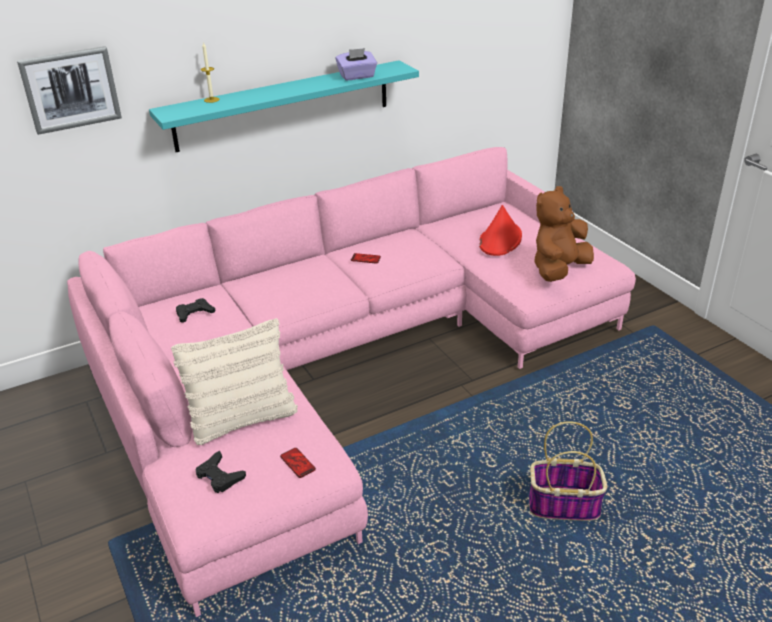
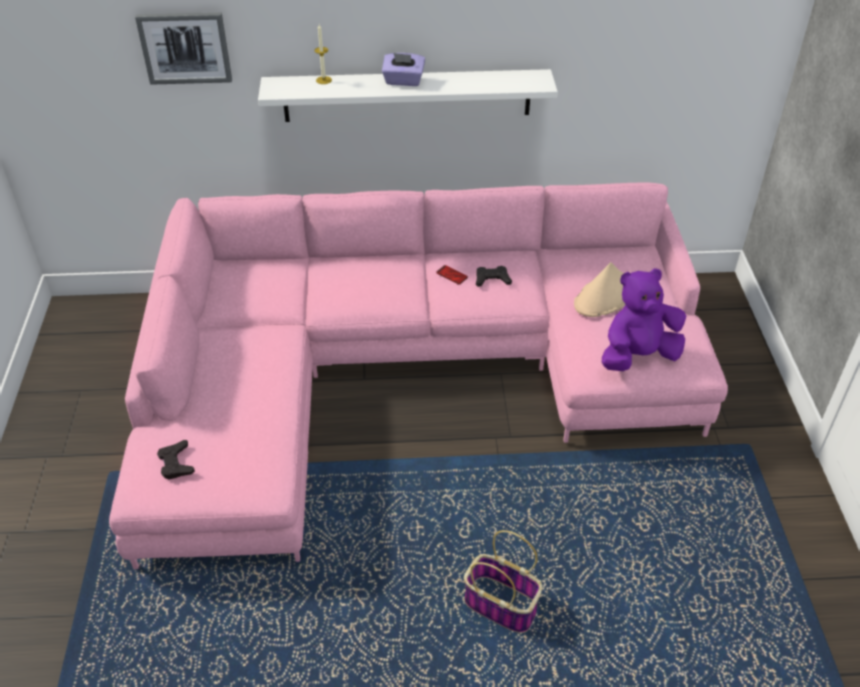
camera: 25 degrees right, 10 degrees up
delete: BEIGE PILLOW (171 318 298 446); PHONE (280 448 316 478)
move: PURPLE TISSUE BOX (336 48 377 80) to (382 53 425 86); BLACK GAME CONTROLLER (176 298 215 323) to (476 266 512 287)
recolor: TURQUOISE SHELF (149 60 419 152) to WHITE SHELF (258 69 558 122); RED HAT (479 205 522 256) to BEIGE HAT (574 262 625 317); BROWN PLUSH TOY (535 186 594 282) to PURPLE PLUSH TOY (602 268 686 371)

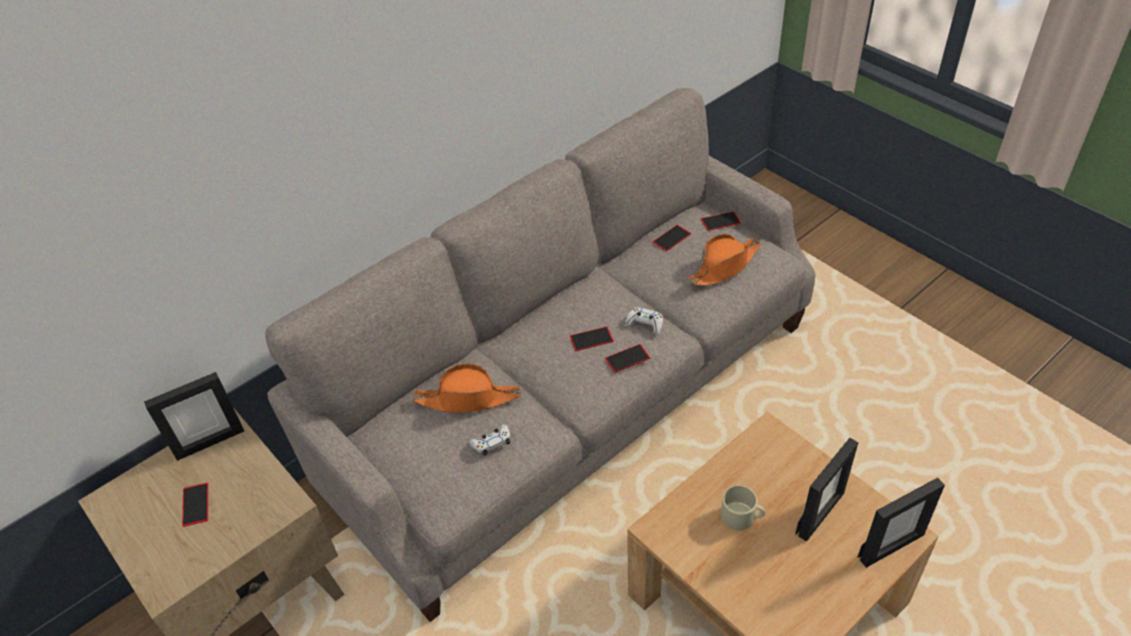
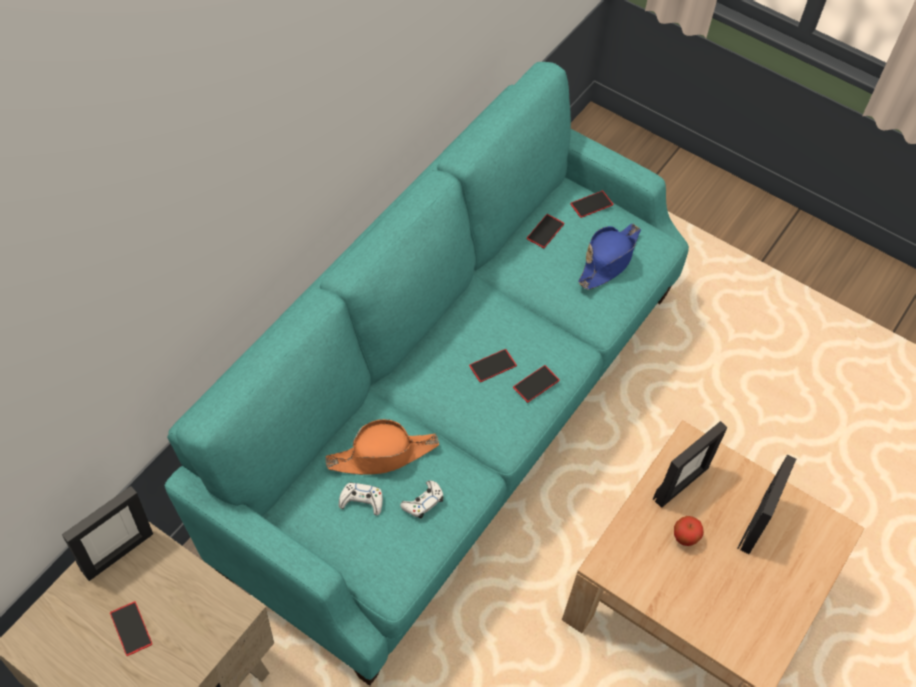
camera: 20 degrees left, 10 degrees up
move: WHITE GAME CONTROLLER (625 307 663 335) to (339 482 383 515); PICTURE FRAME (858 478 945 568) to (653 421 728 508)
replace: BEIGE MUG (721 485 766 531) to APPLE (674 516 704 546)
recolor: GREY SOFA (265 88 815 622) to TURQUOISE SOFA (165 62 689 686); ORANGE HAT (688 234 761 286) to BLUE HAT (578 223 641 290)

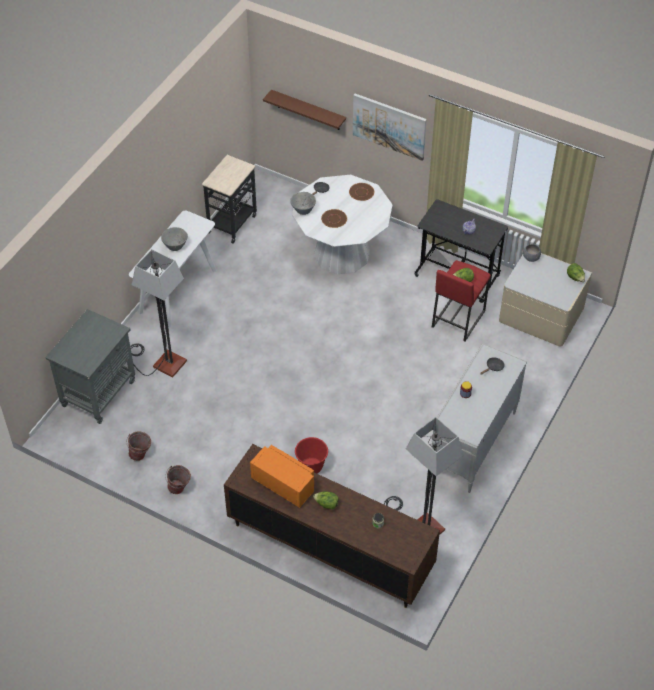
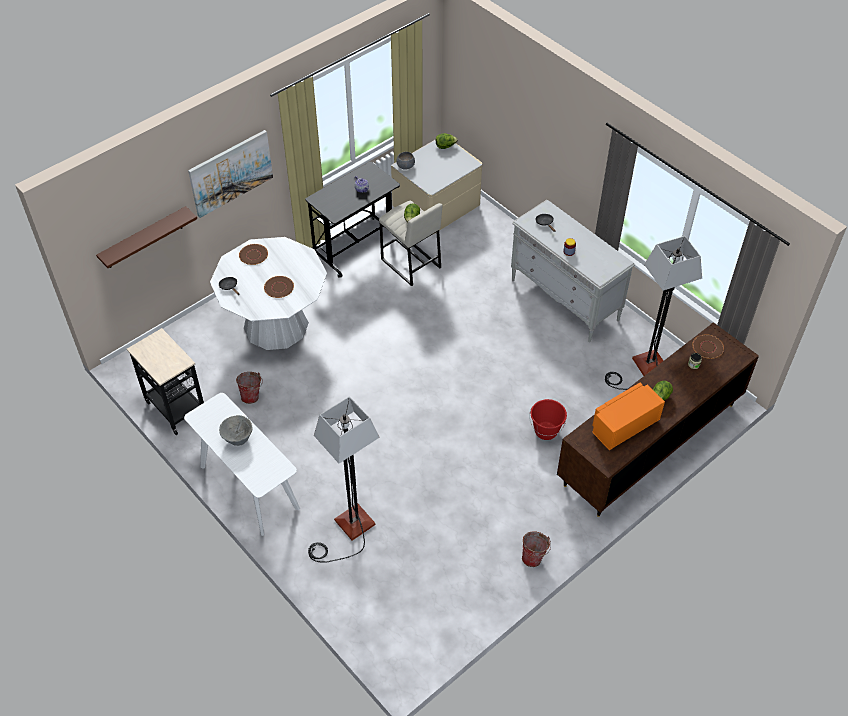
camera: 70 degrees left, 0 degrees up
delete: GREY CART (45 309 135 424); GREY BOWL (290 192 316 215)
insert: BROWN PLATE (692 334 724 359)
move: BUCKET (127 431 151 461) to (236 372 263 404)
recolor: RED STOOL (432 260 491 341) to BEIGE STOOL (379 200 443 286)

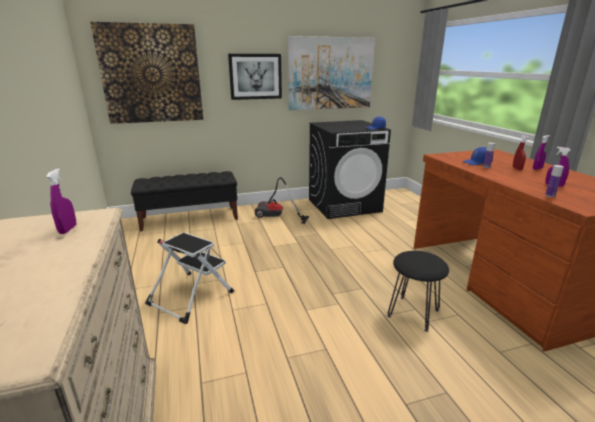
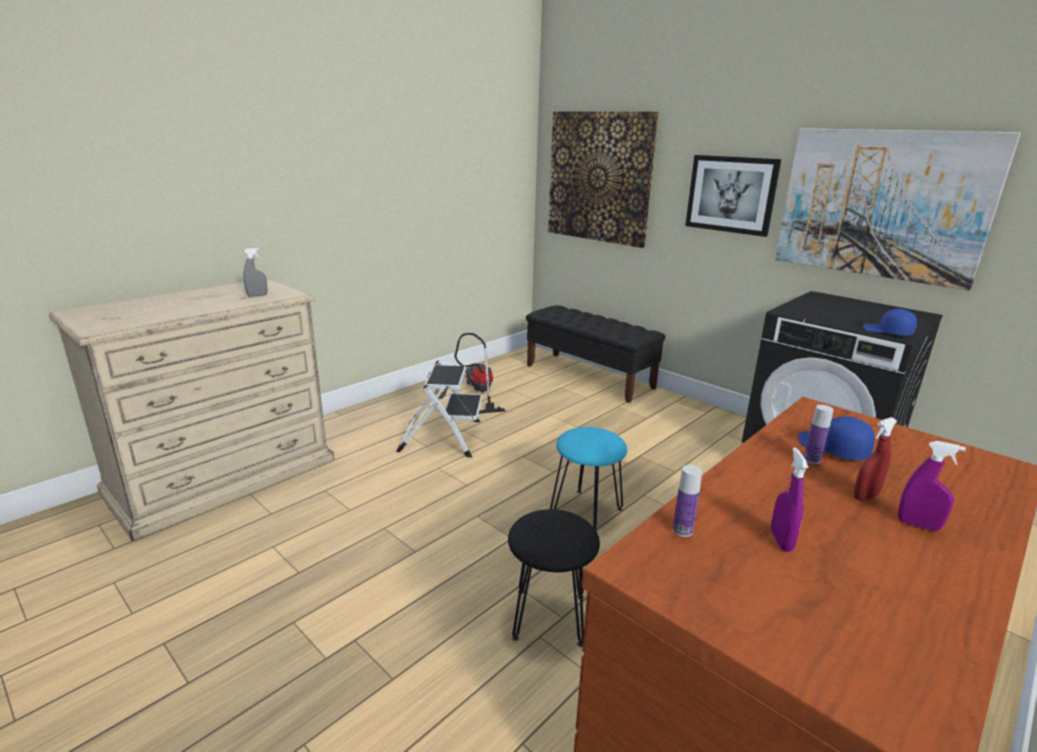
camera: 60 degrees right, 0 degrees up
insert: TURQUOISE STOOL (550 427 627 532)
move: VACUUM CLEANER (254 177 309 224) to (455 333 505 414)
recolor: PURPLE SPRAY BOTTLE (46 169 76 234) to GREY SPRAY BOTTLE (243 248 268 297)

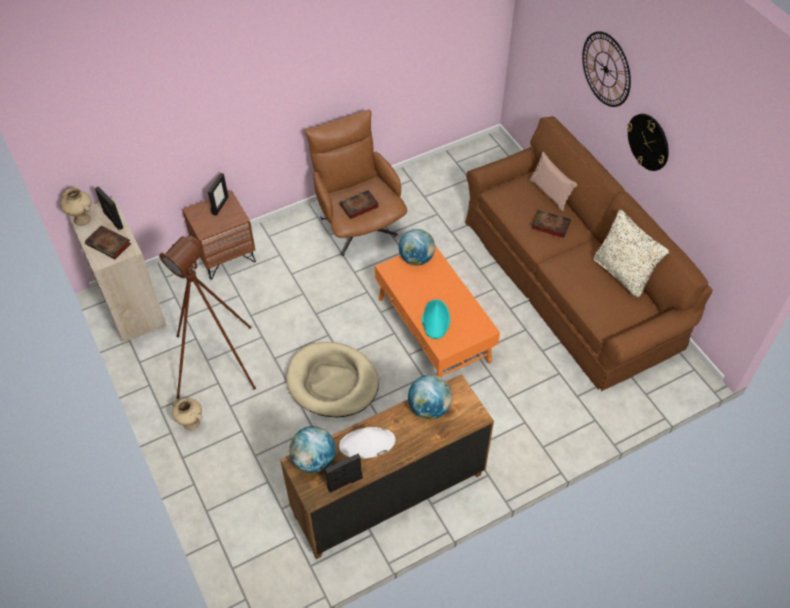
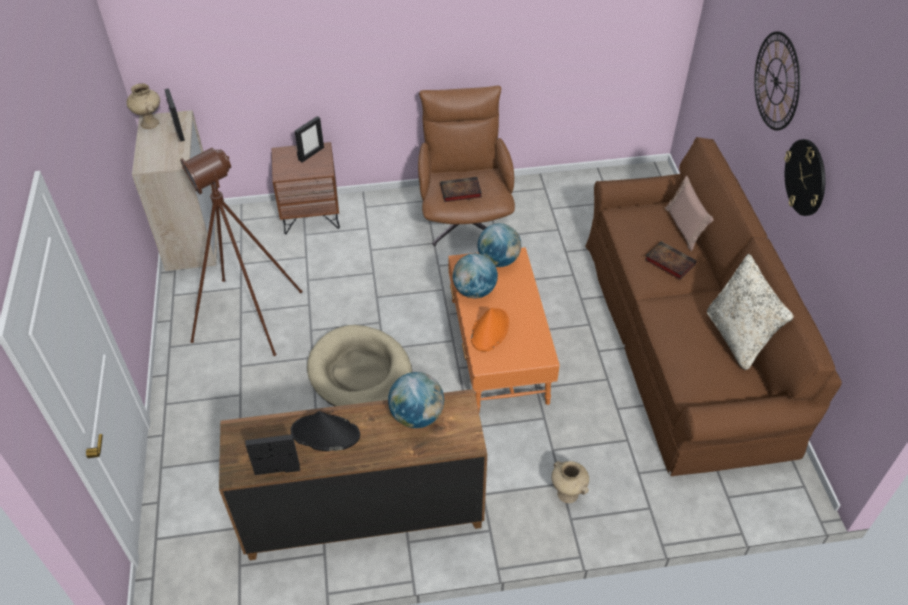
camera: 20 degrees right, 5 degrees down
delete: BOOK (85 225 131 259)
move: GLOBE (289 426 336 473) to (453 253 498 298); BEIGE VASE (172 398 202 431) to (551 461 589 503)
recolor: WHITE HAT (339 427 395 459) to BLACK HAT (291 411 360 451); TURQUOISE HAT (422 299 450 339) to ORANGE HAT (471 308 509 351)

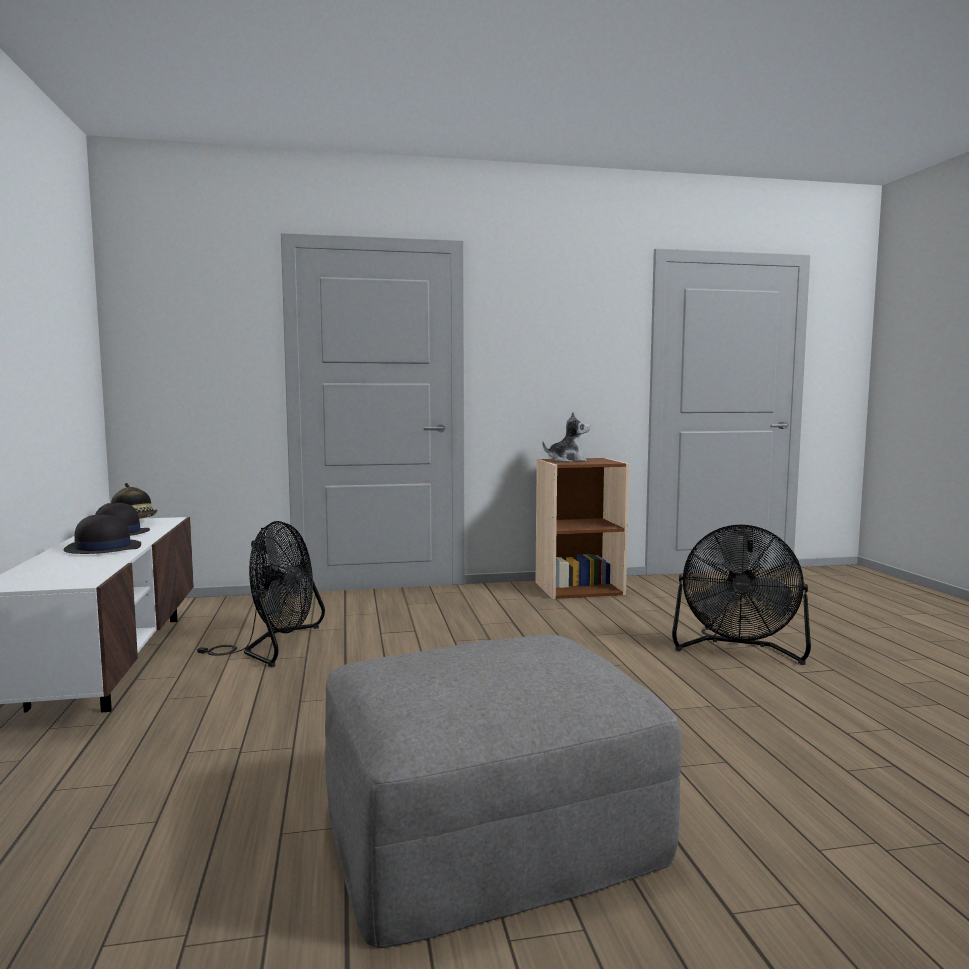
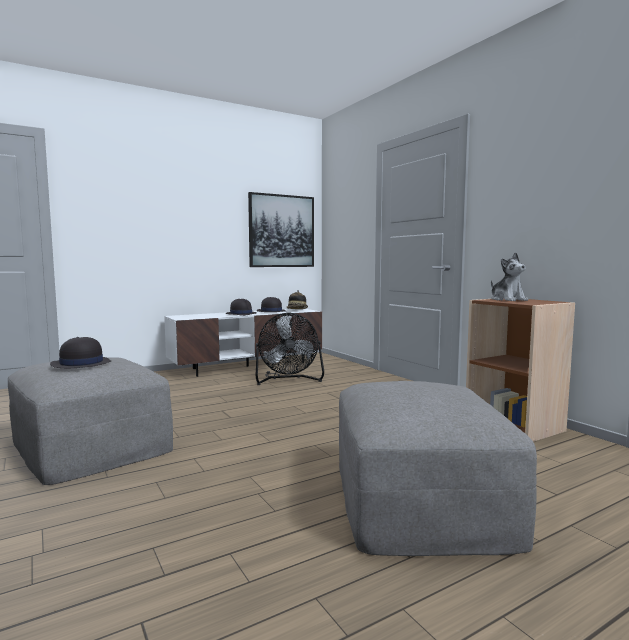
camera: 70 degrees right, 0 degrees up
insert: BLACK HAT (50 337 111 368); PICTURE (248 192 314 267)
replace: BLACK FAN (672 525 811 665) to GREY OTTOMAN (339 381 537 556)

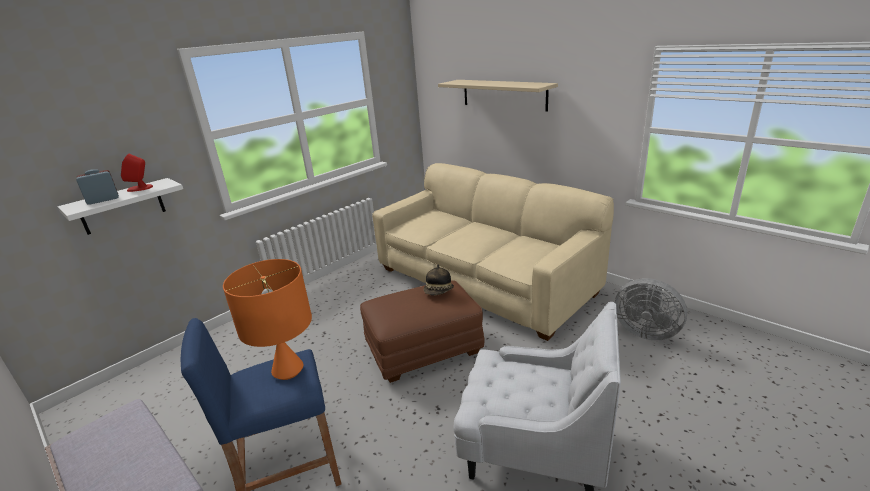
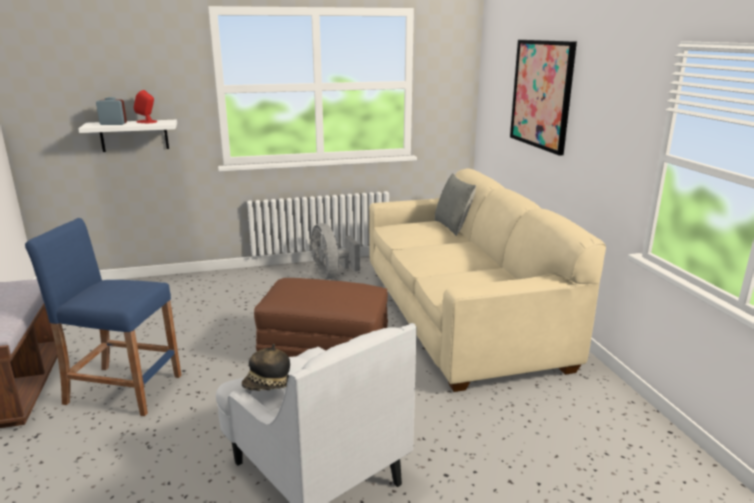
camera: 30 degrees right, 5 degrees down
delete: ORANGE TABLE LAMP (223 259 312 380)
insert: GREY PILLOW (435 173 476 236)
move: HAT (424 264 454 296) to (242 344 290 391); GREY FAN (615 278 687 341) to (310 223 360 279)
replace: BEIGE SHELF (438 80 558 112) to PICTURE (510 40 577 156)

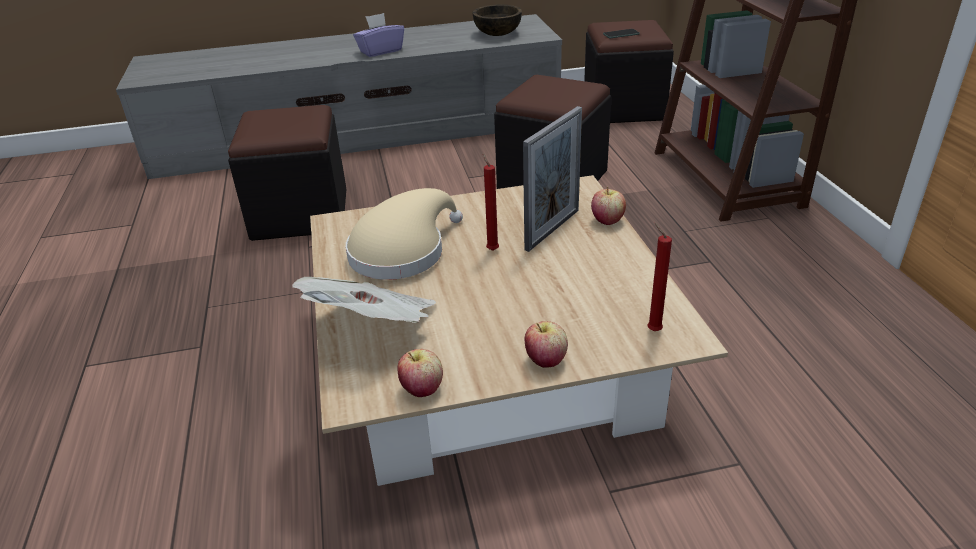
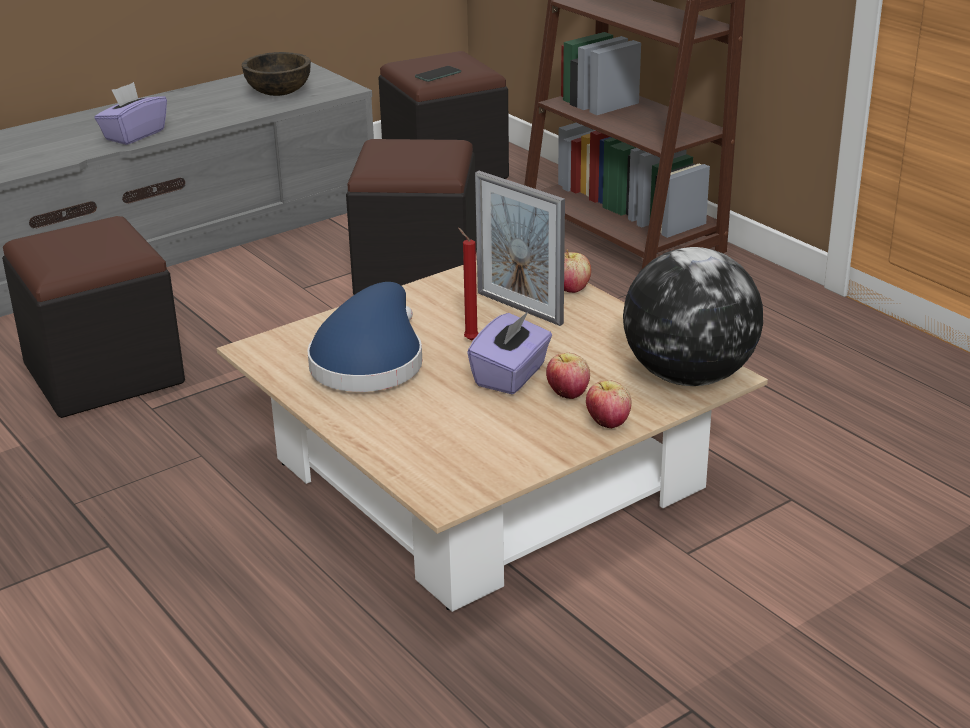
camera: 25 degrees left, 5 degrees down
delete: NEWSPAPER (292 277 436 323)
insert: PURPLE TISSUE BOX (467 312 552 394)
move: APPLE (397 349 443 397) to (546 353 590 399)
replace: RED CANDLE (647 222 672 331) to GLOBE (623 247 763 386)
recolor: BEIGE HAT (346 188 463 280) to BLUE HAT (307 282 422 392)
rotate: PICTURE FRAME (523 106 582 252) = (475 171 565 326) 120 degrees clockwise

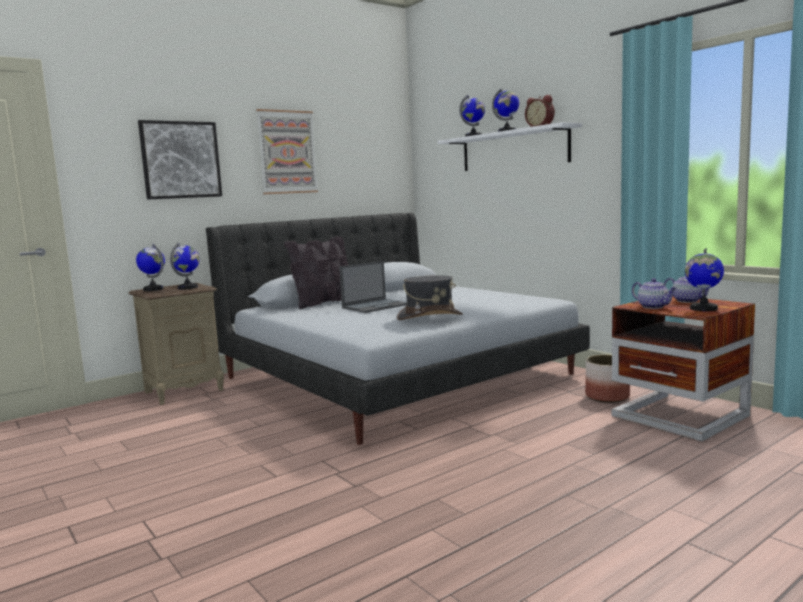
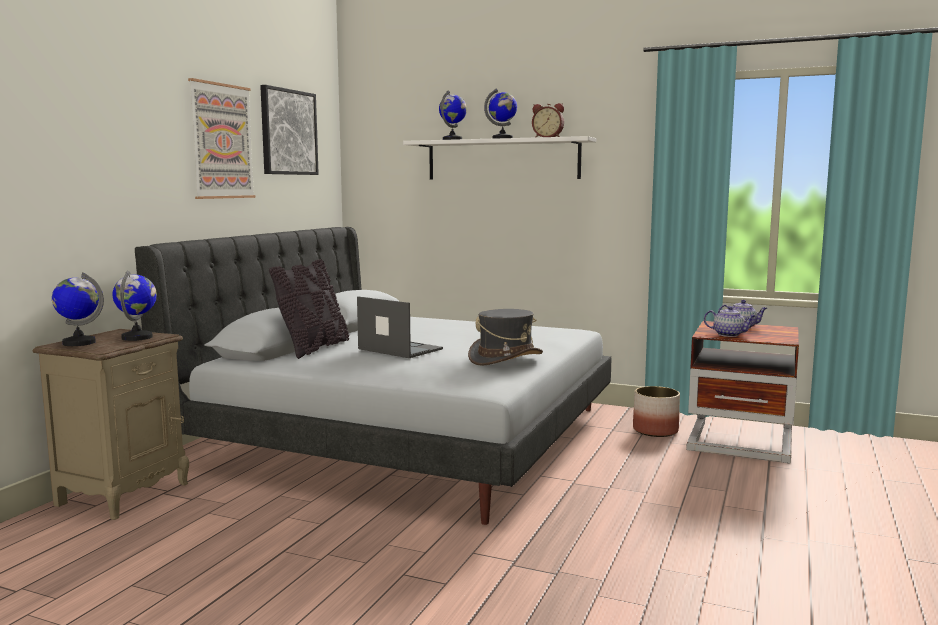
camera: 30 degrees left, 0 degrees up
delete: GLOBE (685 248 724 311)
move: PICTURE (138 120 222 200) to (260 85 319 175)
rotate: LAPTOP (339 261 407 313) = (357 296 443 358) 75 degrees counterclockwise

